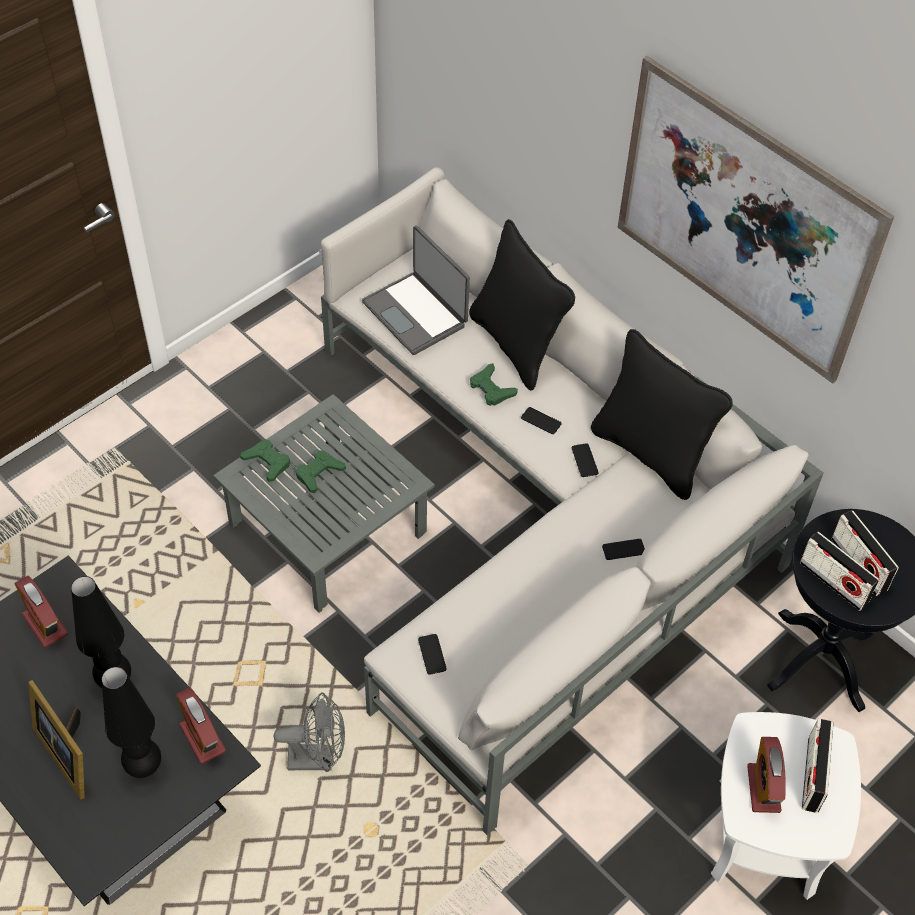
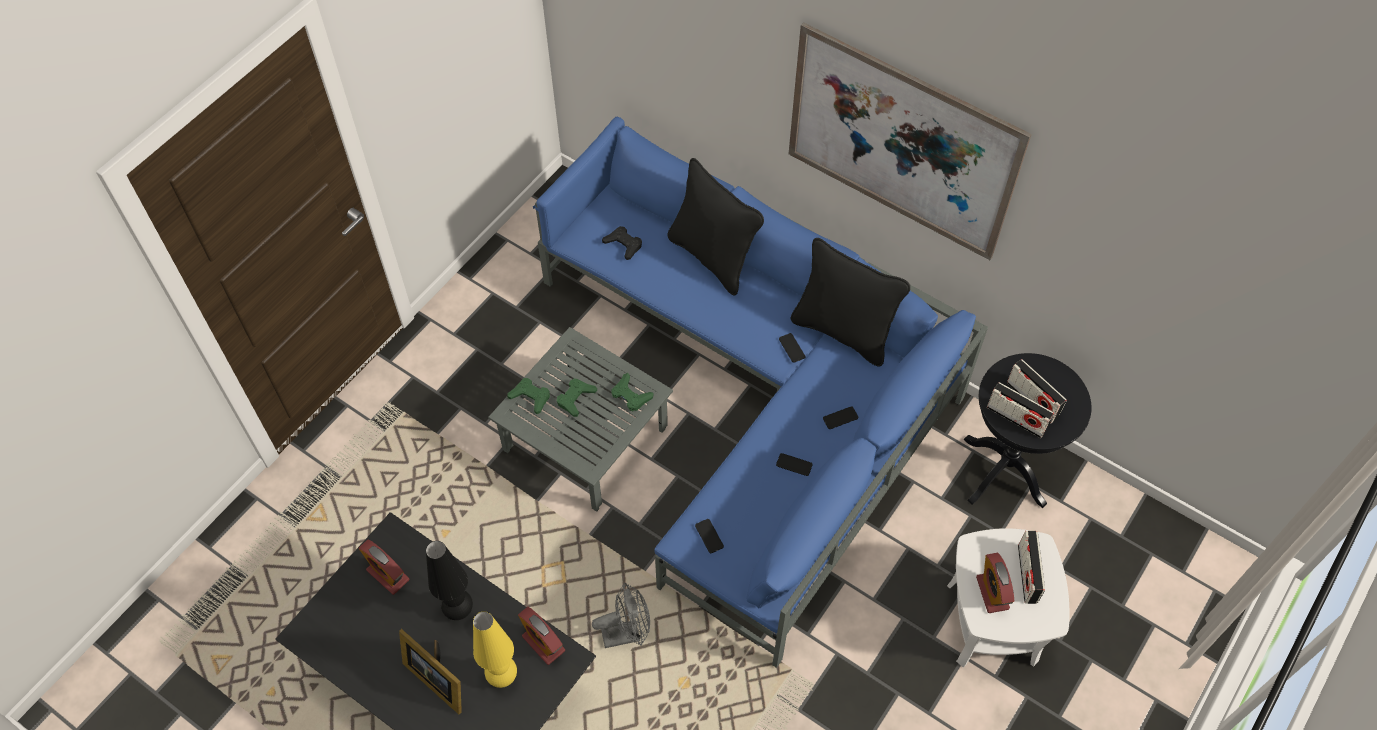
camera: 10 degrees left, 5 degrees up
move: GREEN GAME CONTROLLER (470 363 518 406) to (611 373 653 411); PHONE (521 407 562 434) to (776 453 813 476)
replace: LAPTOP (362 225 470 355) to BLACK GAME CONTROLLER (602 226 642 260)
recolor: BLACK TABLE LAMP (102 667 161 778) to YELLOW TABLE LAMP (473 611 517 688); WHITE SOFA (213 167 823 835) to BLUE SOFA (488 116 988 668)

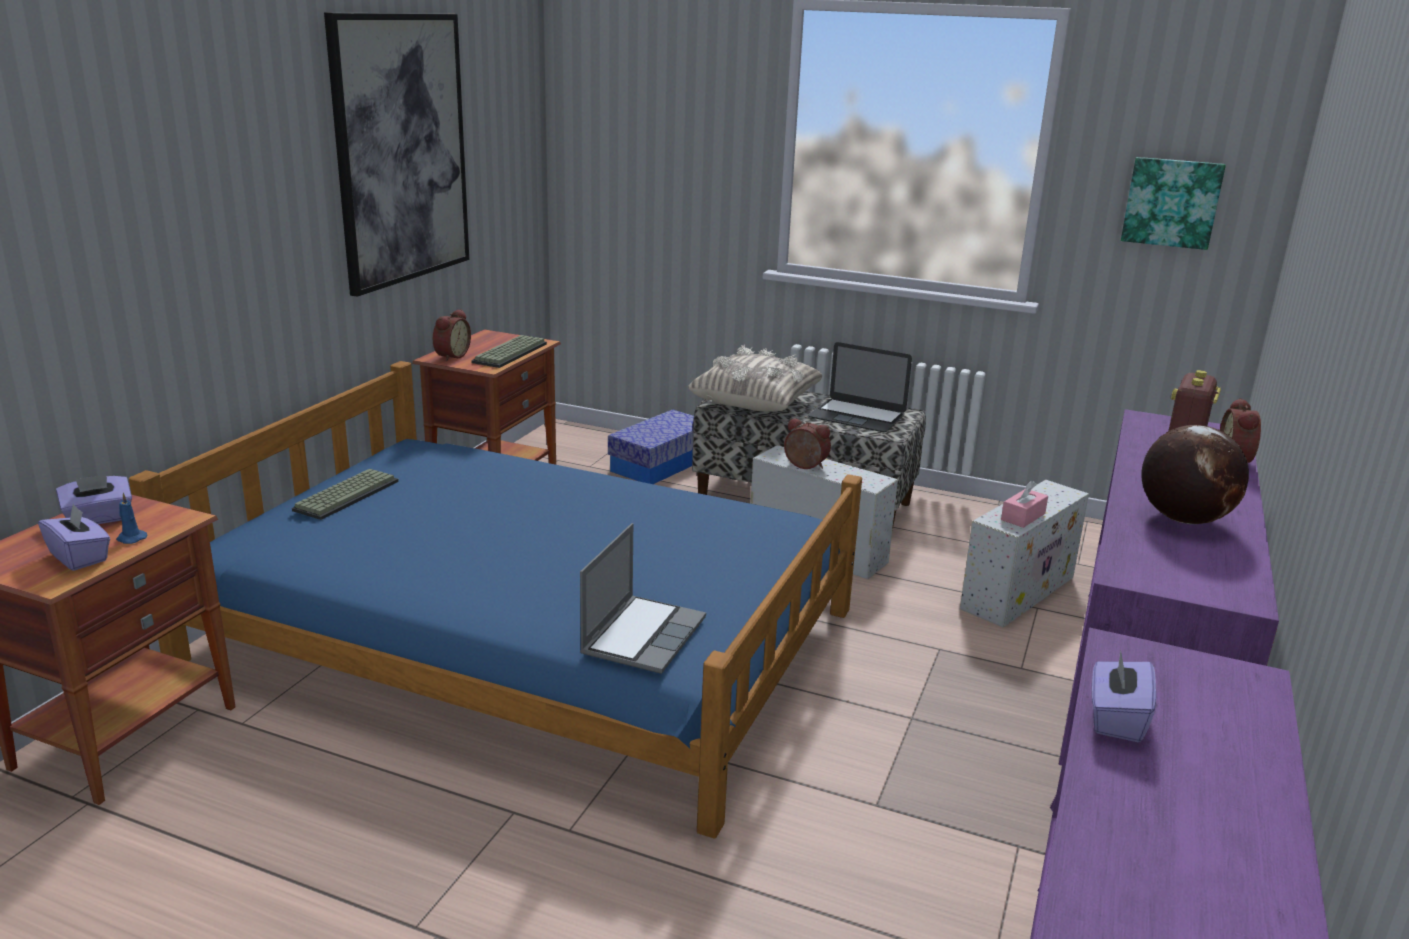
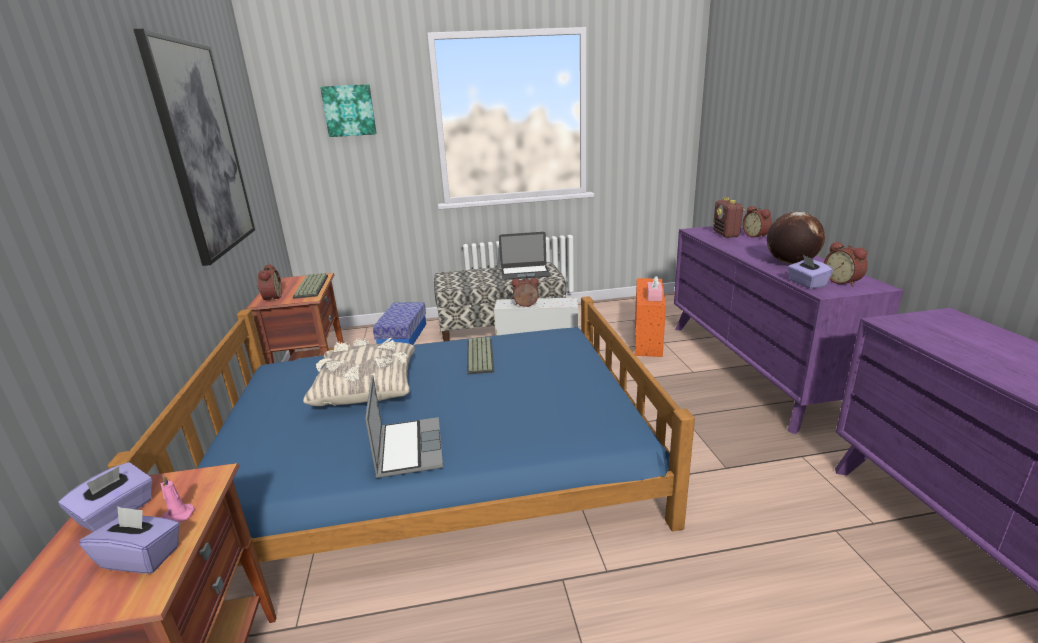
camera: 30 degrees left, 0 degrees up
insert: ALARM CLOCK (824 242 868 287)
move: BEIGE PILLOW (688 345 822 412) to (303 337 415 406); PICTURE (1121 157 1226 250) to (320 84 377 137); LAPTOP (580 523 706 674) to (365 375 443 478); KEYBOARD (292 469 399 520) to (467 337 494 375); PURPLE TISSUE BOX (1092 649 1156 742) to (787 255 833 289)
recolor: BLUE CANDLE (116 493 147 544) to PINK CANDLE (160 475 195 523); WHITE STORAGE BOX (960 480 1089 628) to ORANGE STORAGE BOX (635 278 666 357)

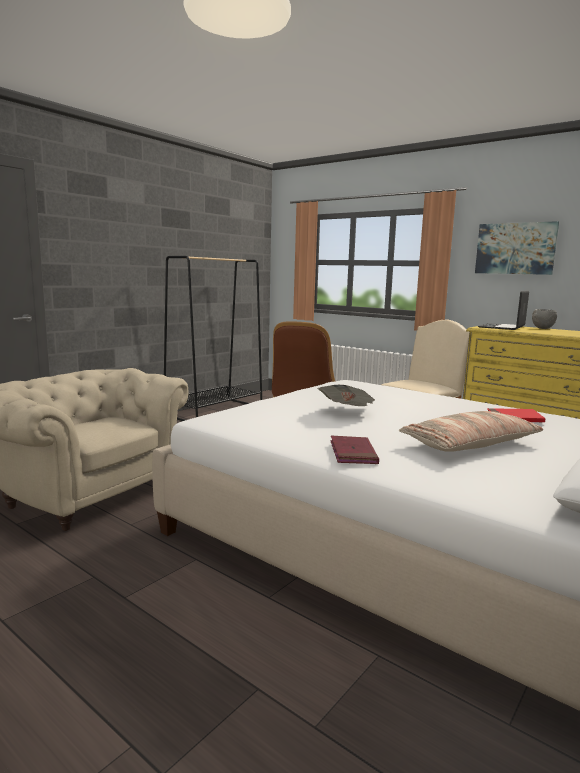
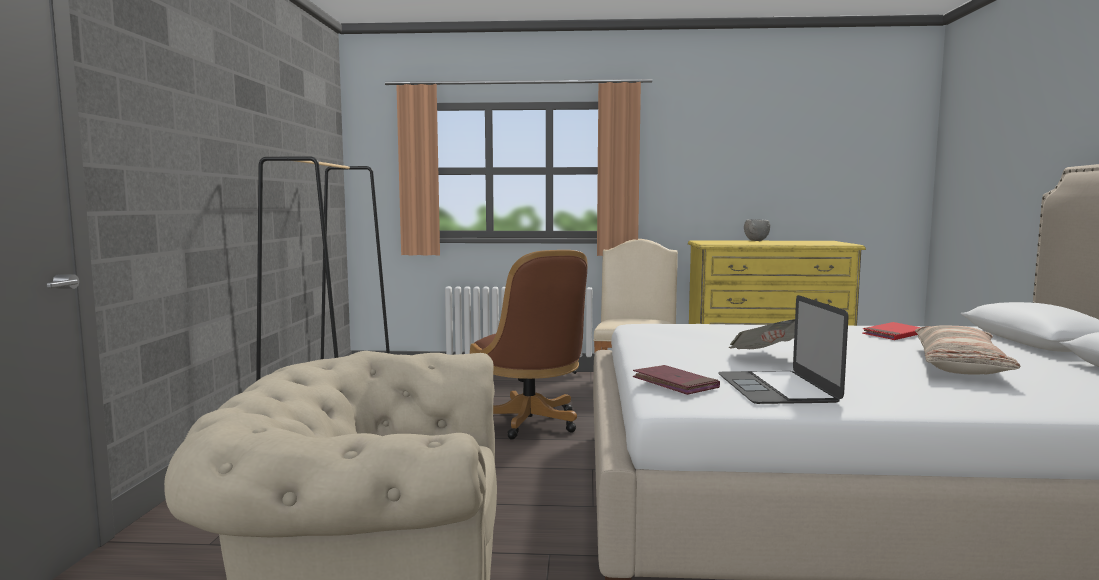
camera: 35 degrees left, 5 degrees down
delete: PICTURE (475 221 559 275)
move: RED BOOK (330 436 379 464) to (633 365 720 395); LAPTOP (478 290 529 330) to (718 295 849 404)

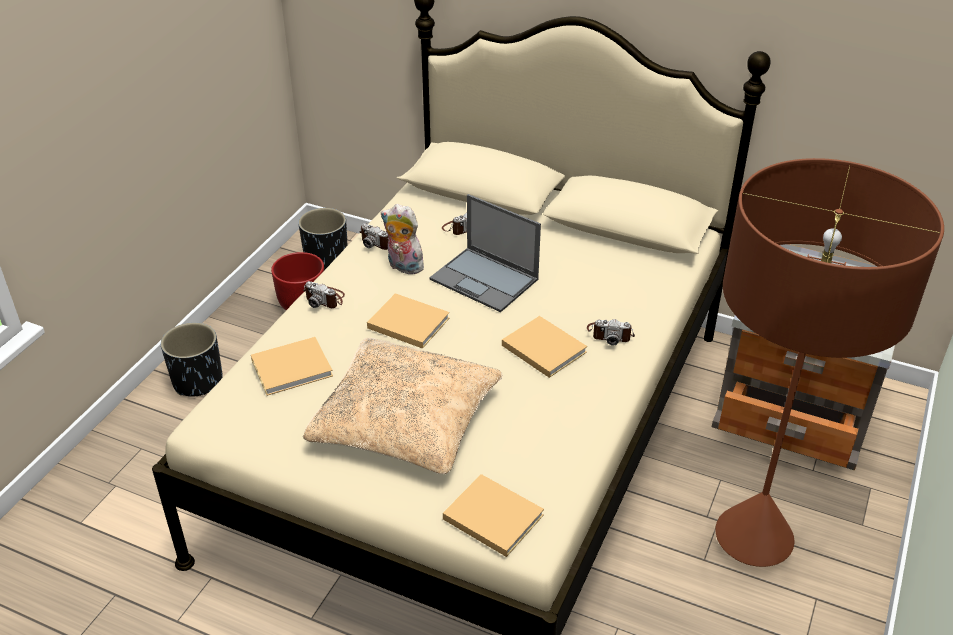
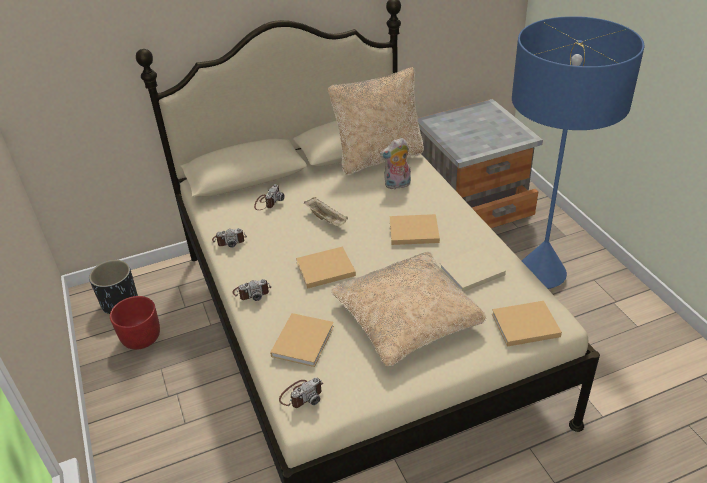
camera: 45 degrees left, 0 degrees up
delete: BLACK PLANTER (161 322 223 396)
insert: BEIGE PILLOW (328 67 424 175); BEIGE BOOK (439 247 506 292)
move: PHOTO CAMERA (587 319 635 346) to (279 378 323 408); PLUSH TOY (381 204 424 274) to (380 138 411 190)
replace: LAPTOP (430 194 541 312) to BEIGE TRAY (304 197 348 227)
recolor: BROWN FLOOR LAMP (715 158 944 567) to BLUE FLOOR LAMP (512 16 644 289)

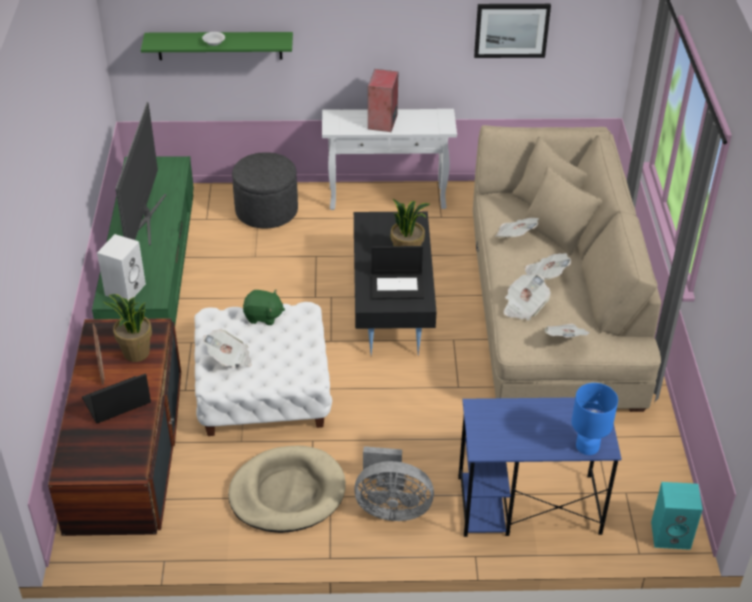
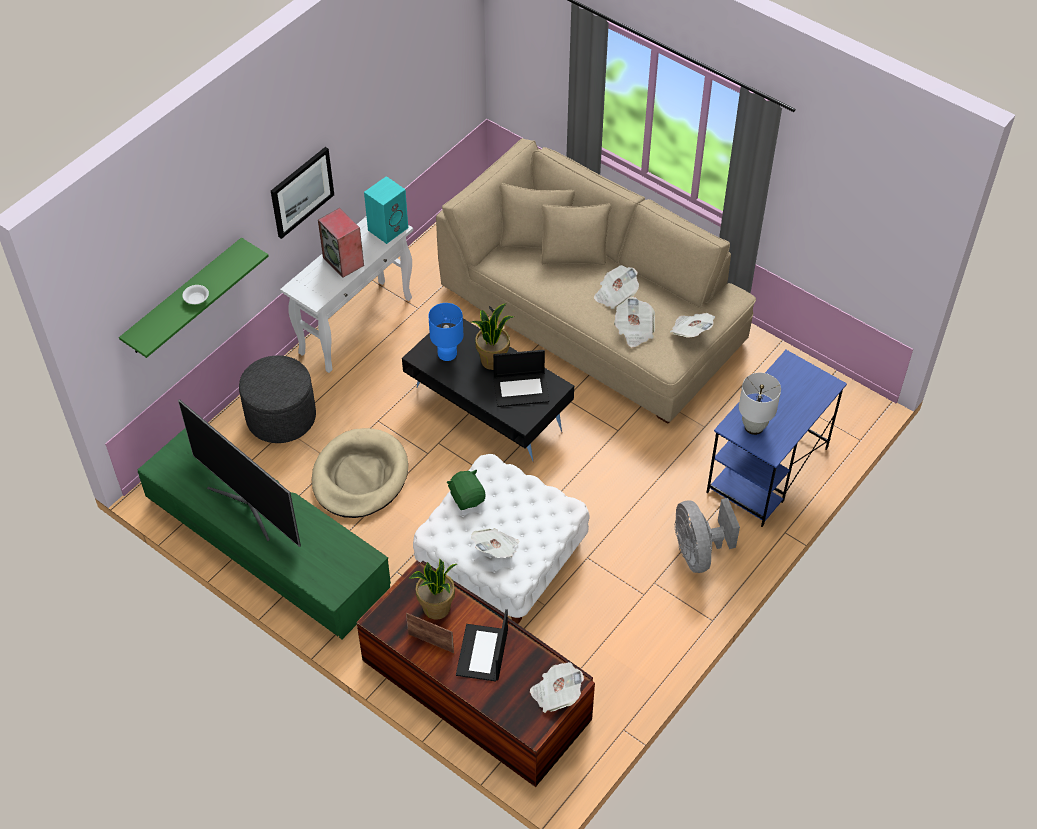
camera: 50 degrees left, 10 degrees up
delete: WHITE SPEAKER (97 234 146 302)
insert: WHITE TABLE LAMP (739 373 781 435)
move: PICTURE (474 4 551 58) to (271 147 334 239); BEIGE DOG BED (228 446 346 533) to (312 428 408 518); TURQUOISE SPEAKER (651 482 703 550) to (364 176 408 244); BLUE TABLE LAMP (571 383 618 455) to (428 303 463 361); NEWSPAPER (495 218 539 237) to (530 662 584 713)
rotate: GREEN PLUSH TOY (243 290 285 325) = (447 470 486 510) 75 degrees counterclockwise; LAPTOP (371 246 424 300) = (493 350 549 407) 45 degrees clockwise; GREY FAN (354 446 434 521) = (675 498 740 573) 120 degrees clockwise

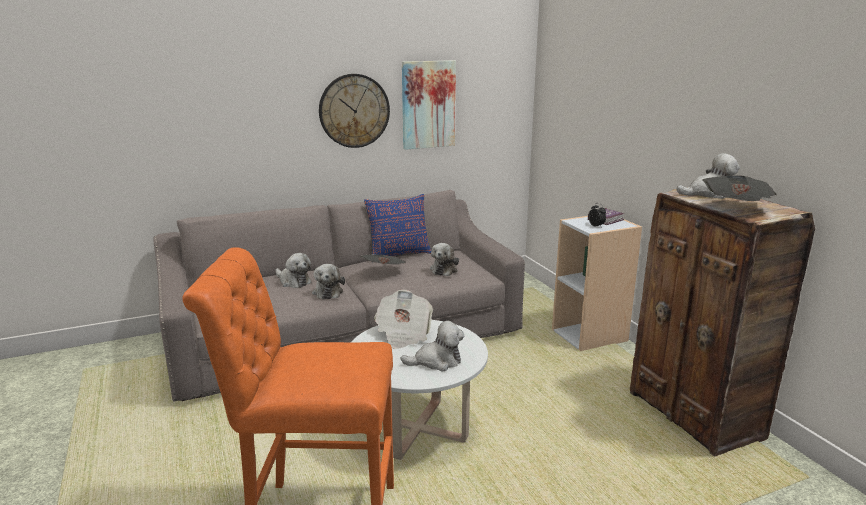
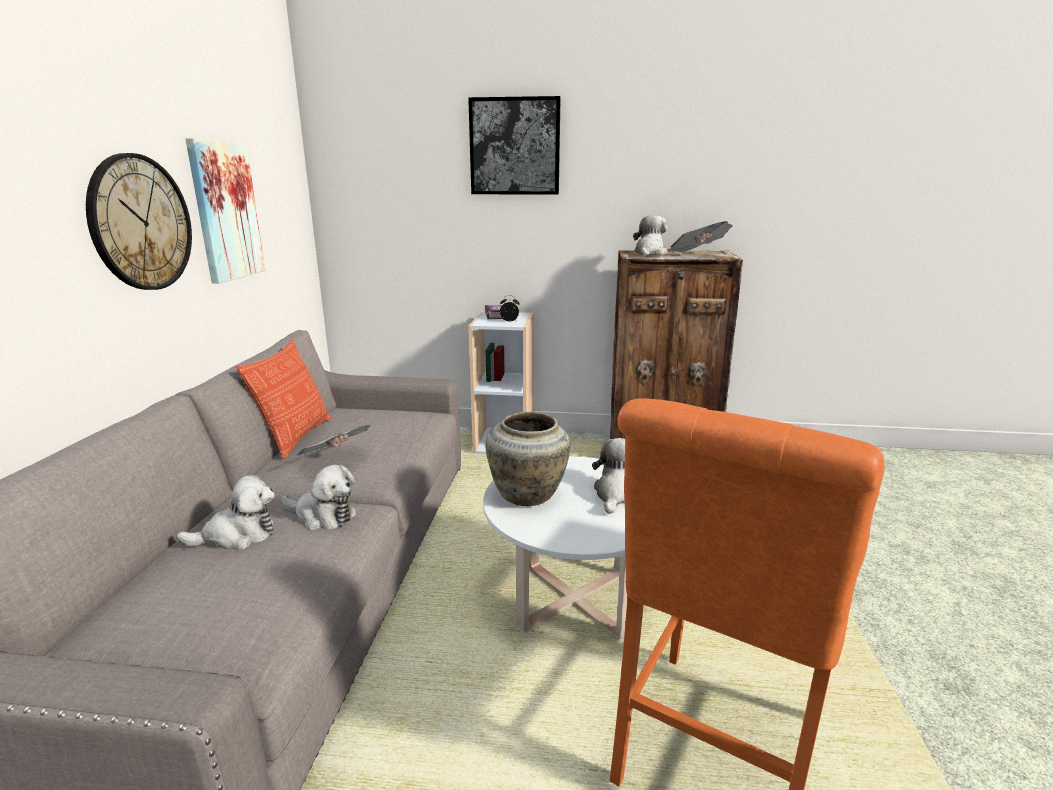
camera: 60 degrees left, 0 degrees up
delete: PLUSH TOY (430 243 459 276)
insert: PICTURE (468 96 561 195)
replace: NEWSPAPER (374 290 433 349) to BEIGE VASE (486 412 570 506)
recolor: BLUE PILLOW (364 194 431 256) to ORANGE PILLOW (236 340 331 459)

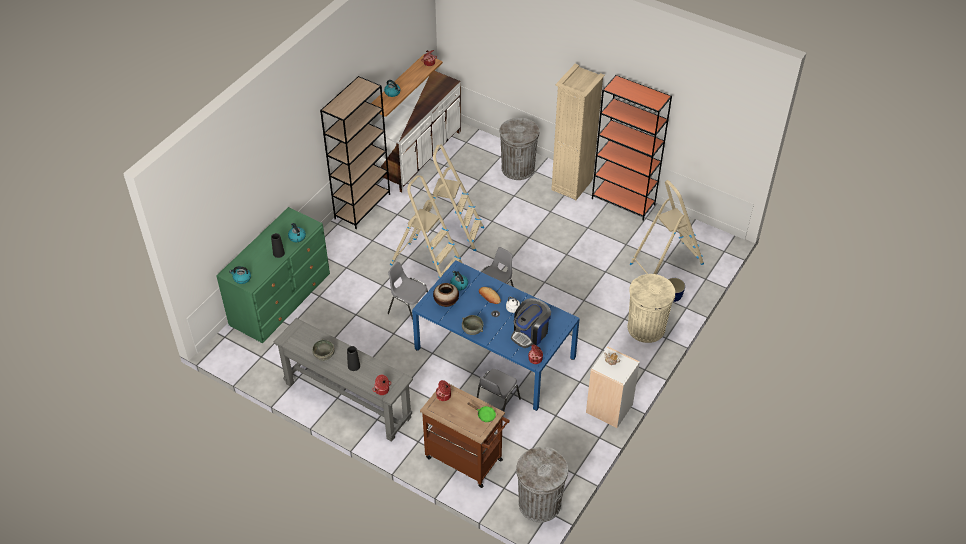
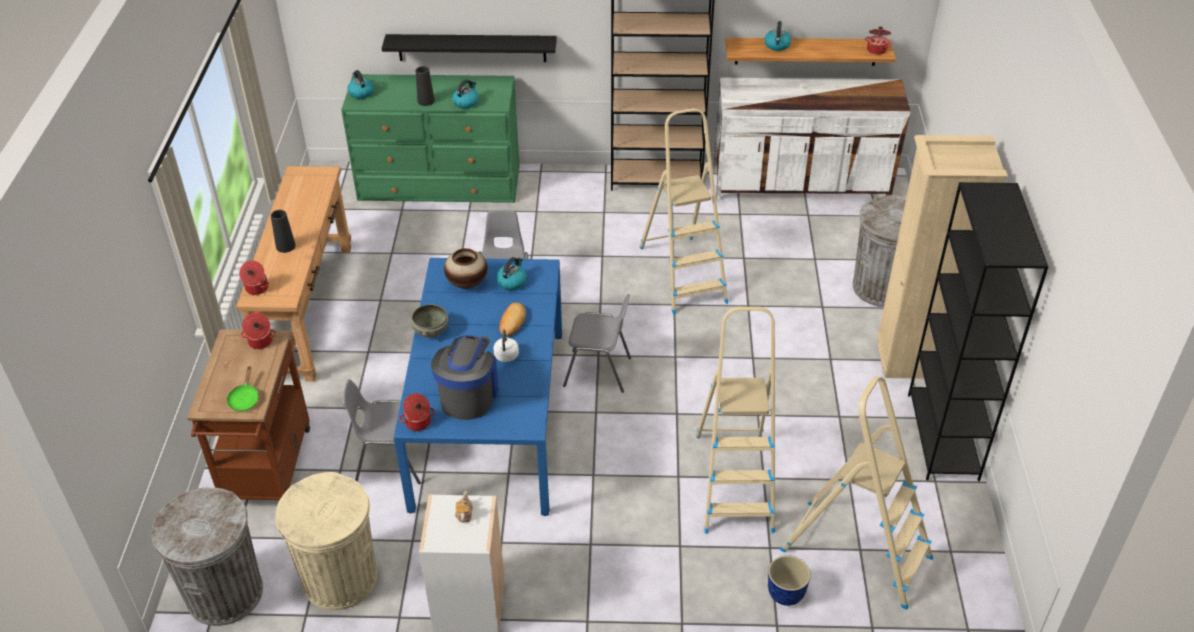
camera: 60 degrees right, 5 degrees down
delete: GREY BOWL (312 339 335 361)
insert: BLACK SHELF (382 34 557 62)
move: BEIGE TRASH CAN (628 274 675 343) to (276 472 377 610); BEIGE STEP LADDER (390 175 462 278) to (696 307 775 534)
recolor: GREY CONSOLE TABLE (274 318 413 442) to BROWN CONSOLE TABLE (236 166 351 382); ORANGE BOOKCASE (592 75 672 221) to BLACK BOOKCASE (908 182 1049 481)
rotate: COFFEE MACHINE (511 298 551 348) = (431 335 499 420) 90 degrees clockwise

